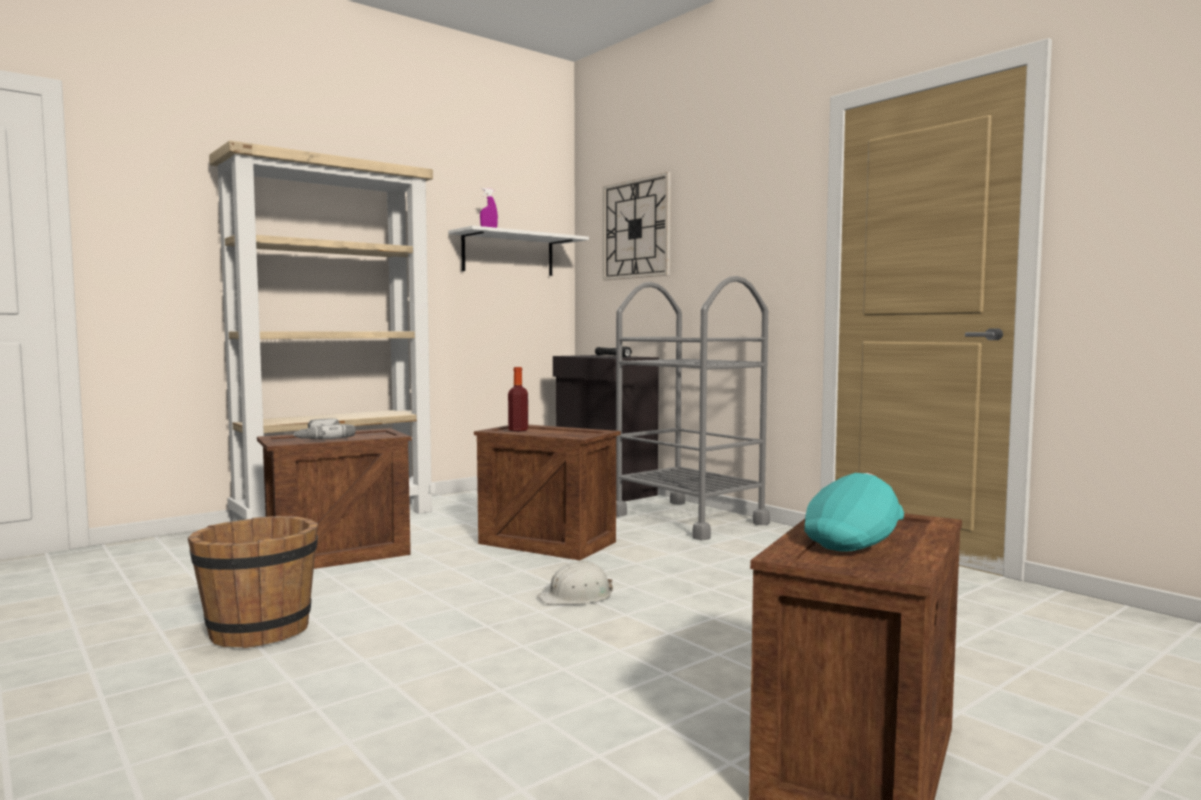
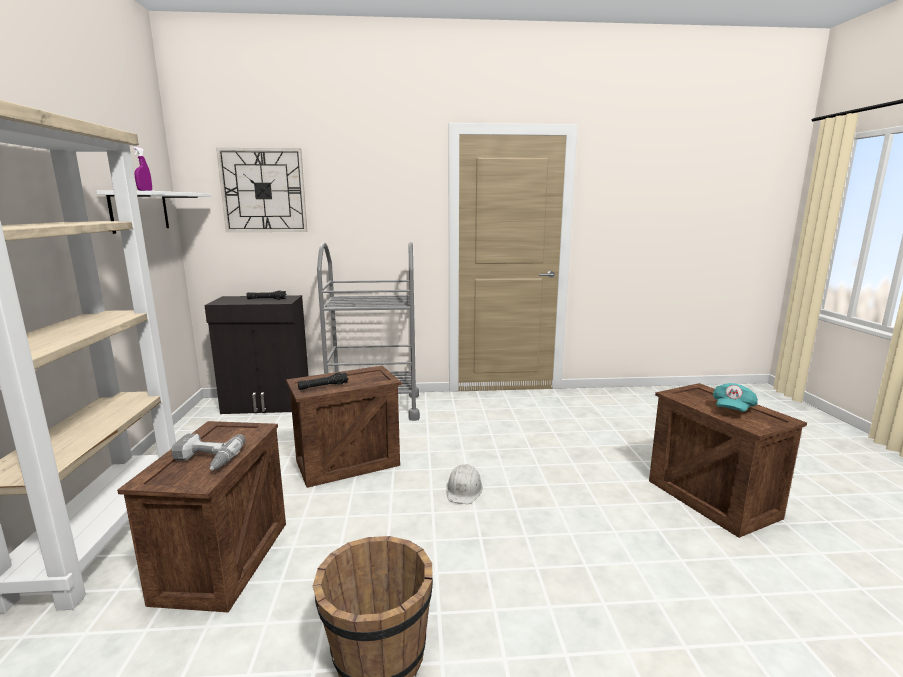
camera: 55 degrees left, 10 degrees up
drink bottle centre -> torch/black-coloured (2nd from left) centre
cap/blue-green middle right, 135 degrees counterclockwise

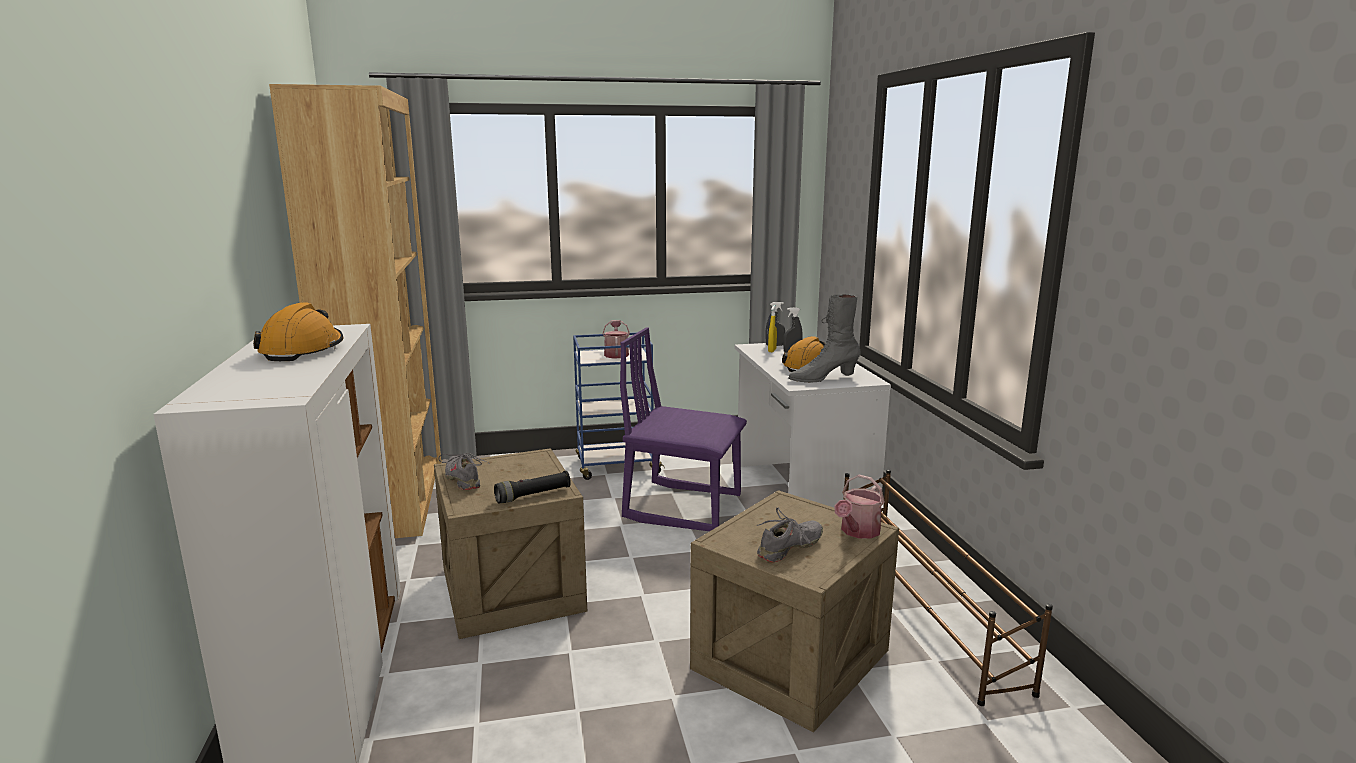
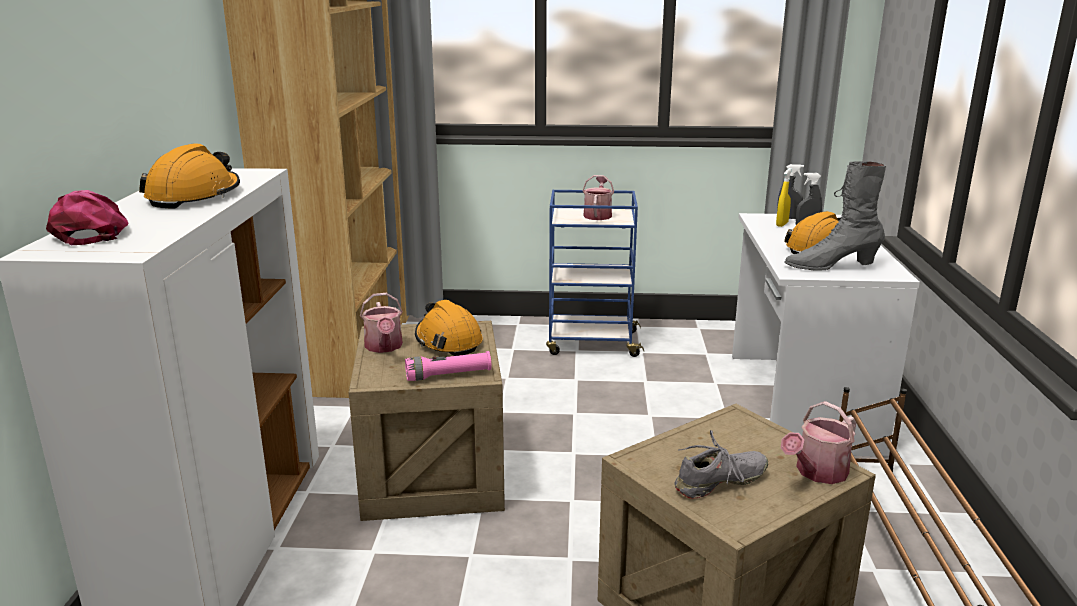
camera: 15 degrees right, 5 degrees up
item of footwear/greyish (1st from left) centre -> sprinkling can (1st from left) centre
torch/black-coloured centre -> torch/pink-coloured centre
plain chair/purple centre -> none
none -> cap/pink-coloured middle left
none -> safety helmet/orange (2nd from left) centre

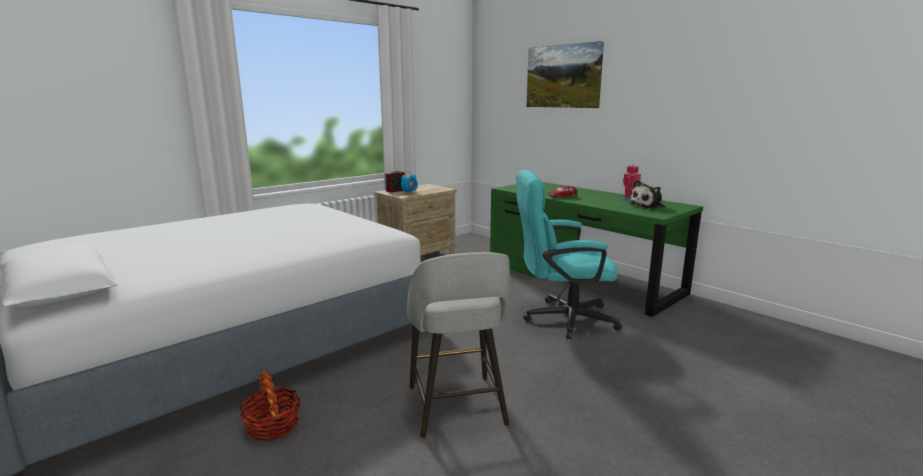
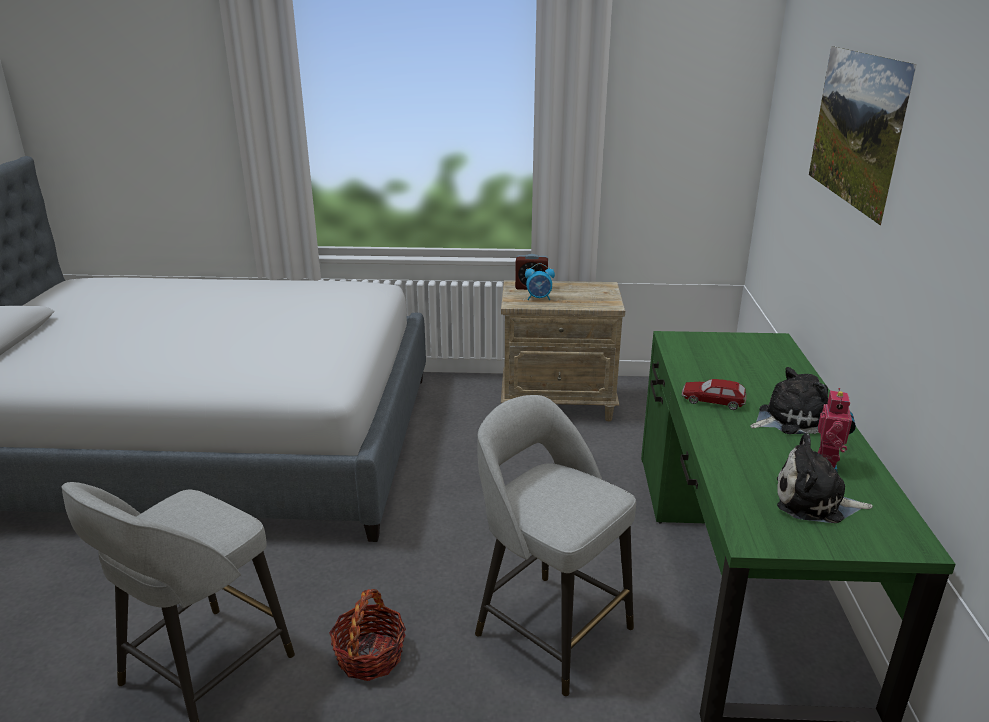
camera: 45 degrees right, 10 degrees up
basket bottom left -> basket bottom centre, move
office chair/blue-green centre -> stool/greyish (2nd from left) bottom centre
none -> soft toy (1st from left) middle right

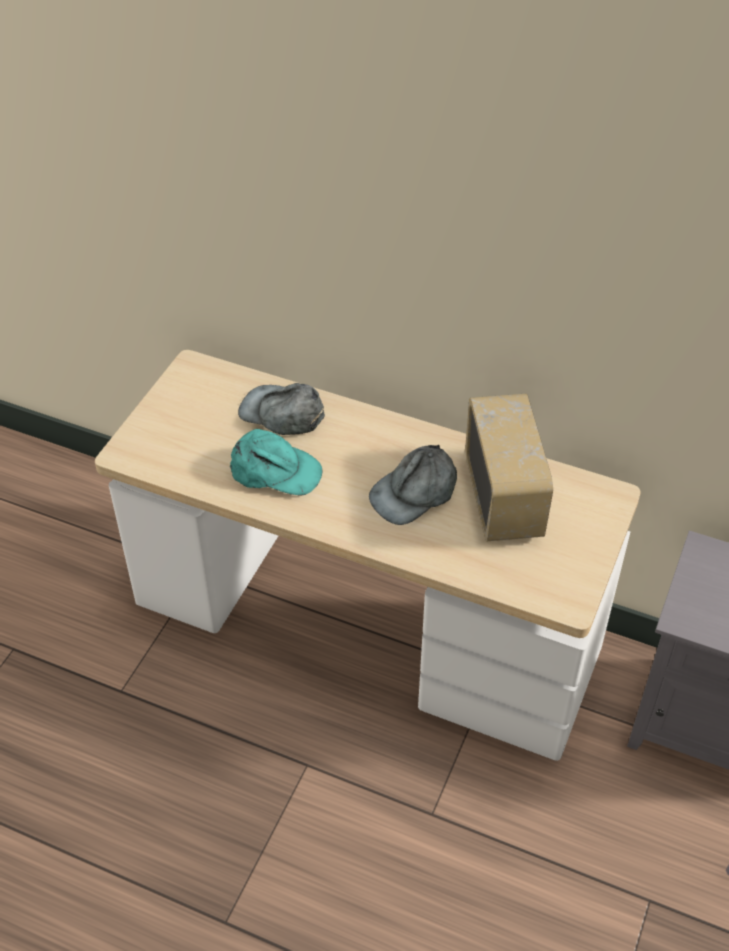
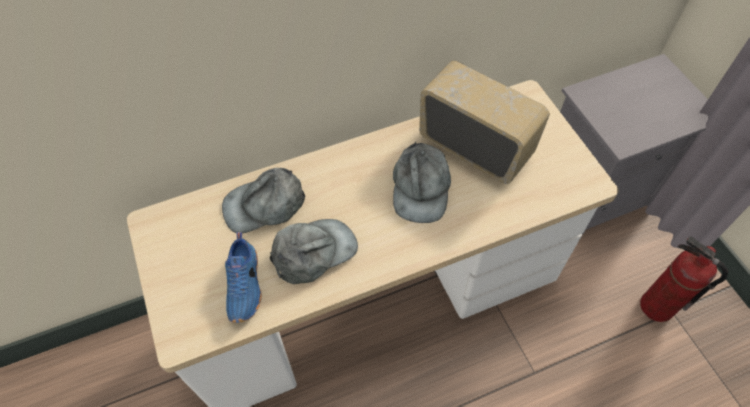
camera: 45 degrees left, 10 degrees up
cap/blue-green centre -> cap/greyish (2nd from left) centre
none -> item of footwear/bluish bottom left
none -> fire-fighting cylinder bottom right

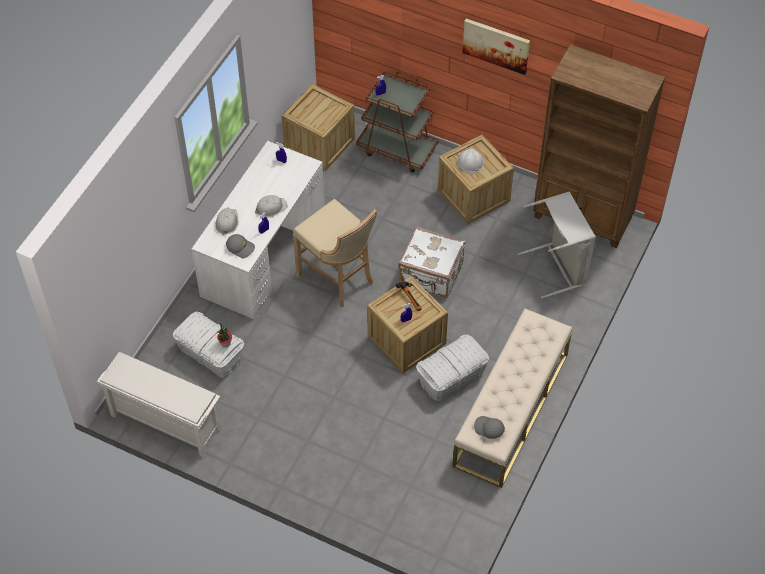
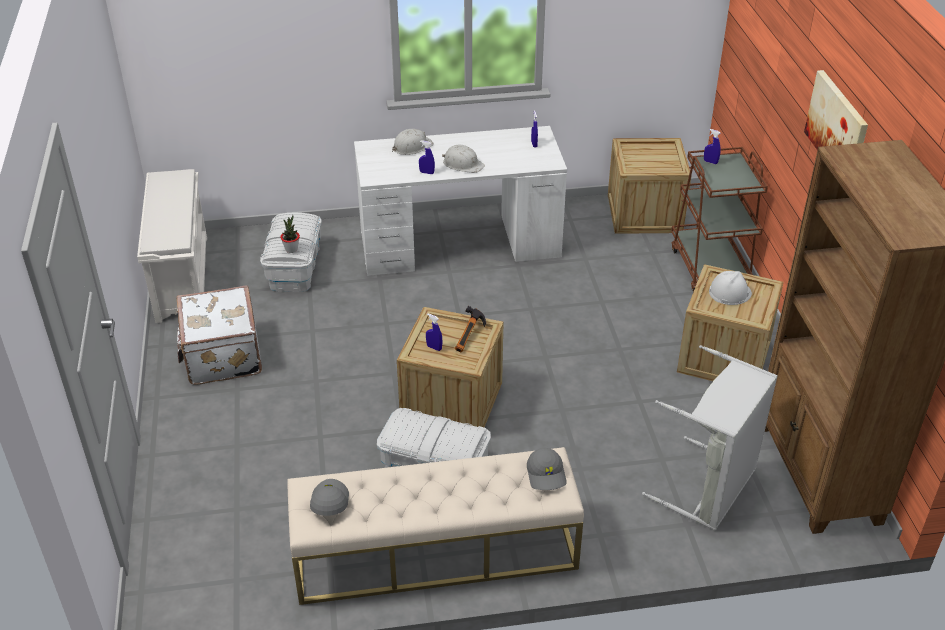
camera: 55 degrees right, 15 degrees down
cap/greyish (1st from left in the first image) middle left -> cap/greyish (2nd from left) bottom centre, move
stool/beige-coloured centre -> none
travel case/white-coloured centre -> travel case/white-coloured middle left, move

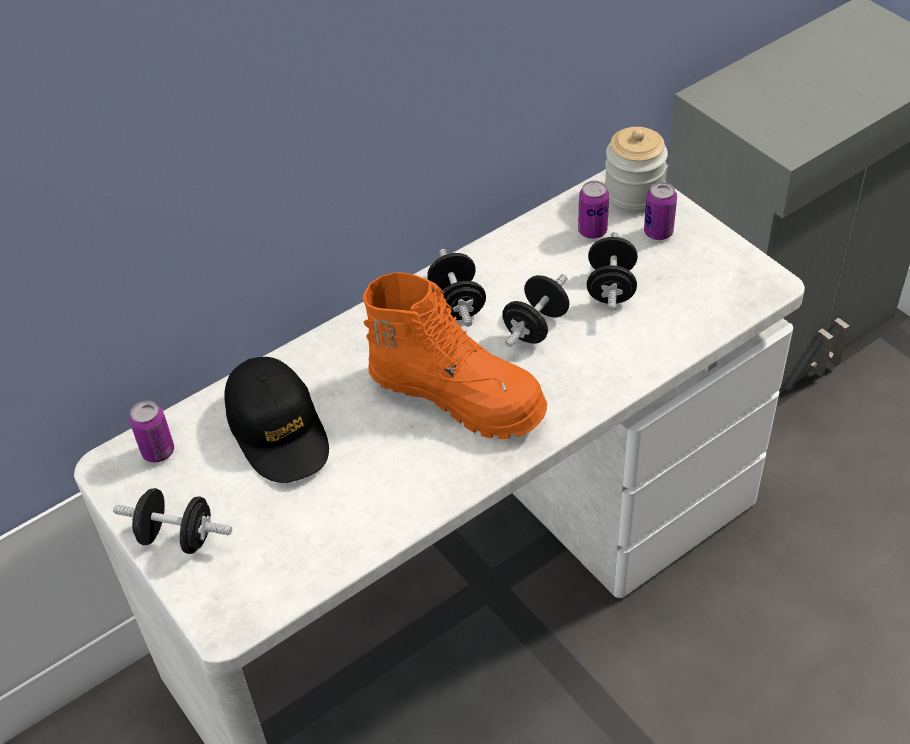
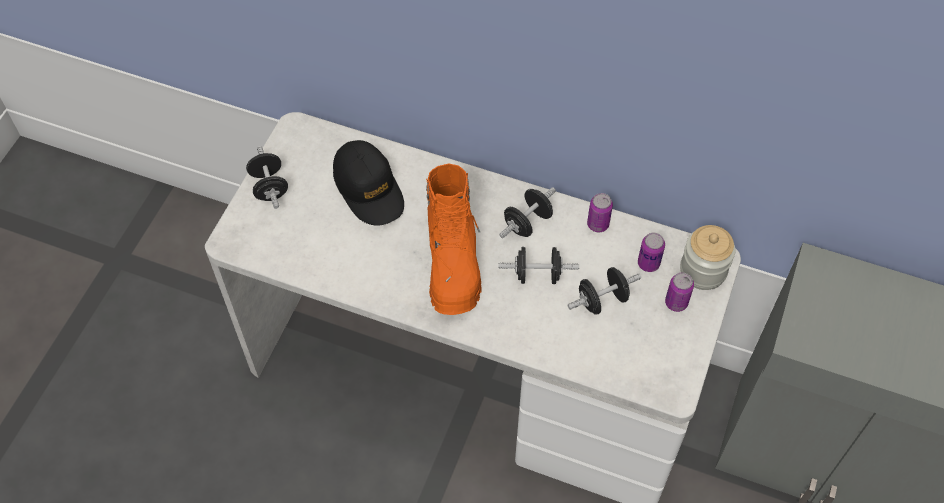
camera: 55 degrees right, 10 degrees up
can (1st from left) middle left -> can (1st from left) centre, move
cap/black-coloured middle left -> cap/black-coloured centre, 60 degrees counterclockwise

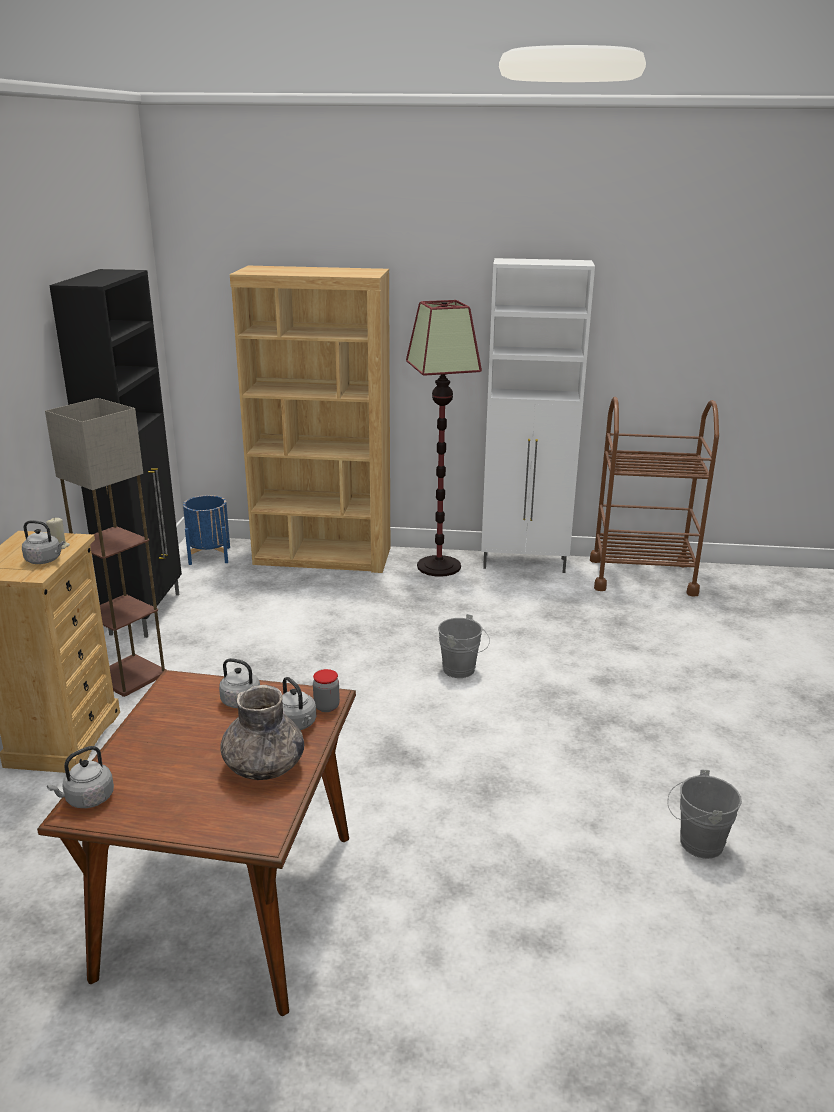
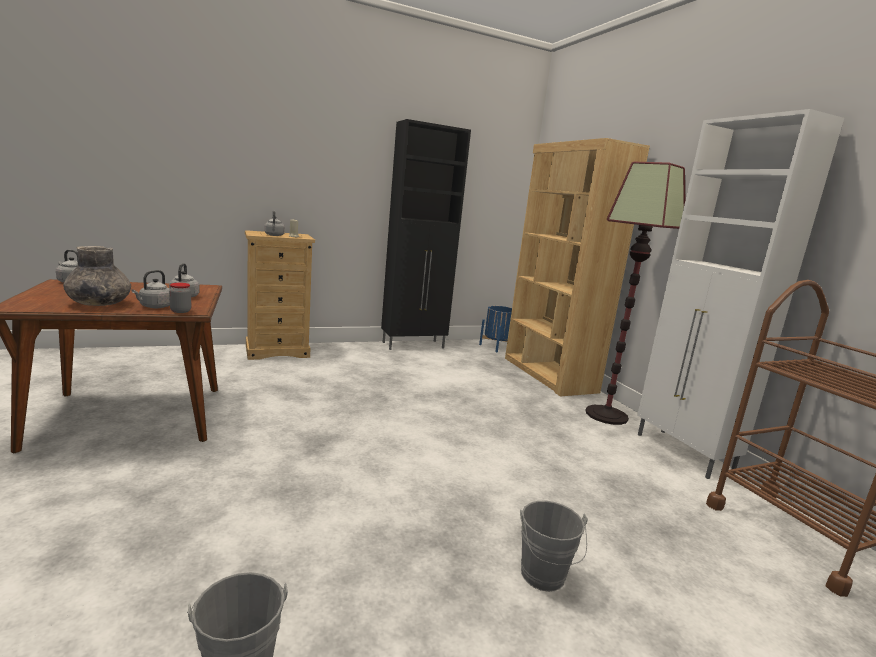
camera: 60 degrees right, 10 degrees down
standing lamp (1st from left) middle left -> none
water bucket/greyish (1st from left in the first image) centre -> water bucket/greyish (2nd from left) bottom centre, move

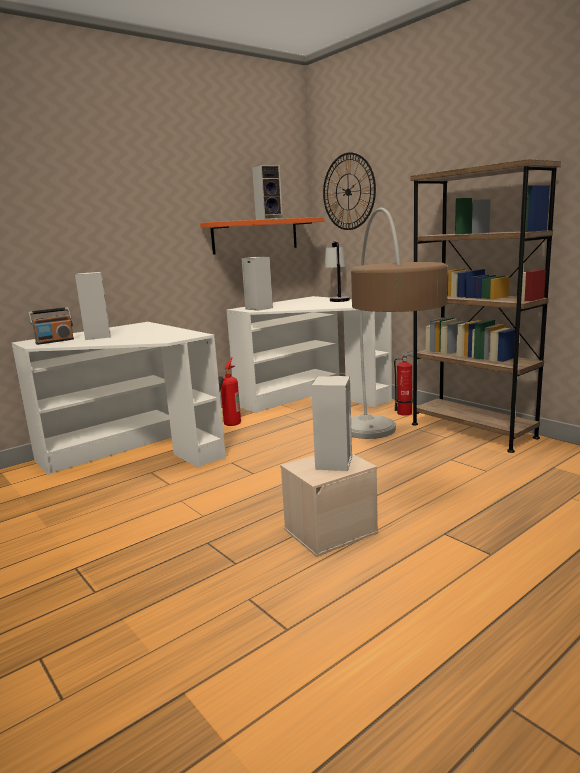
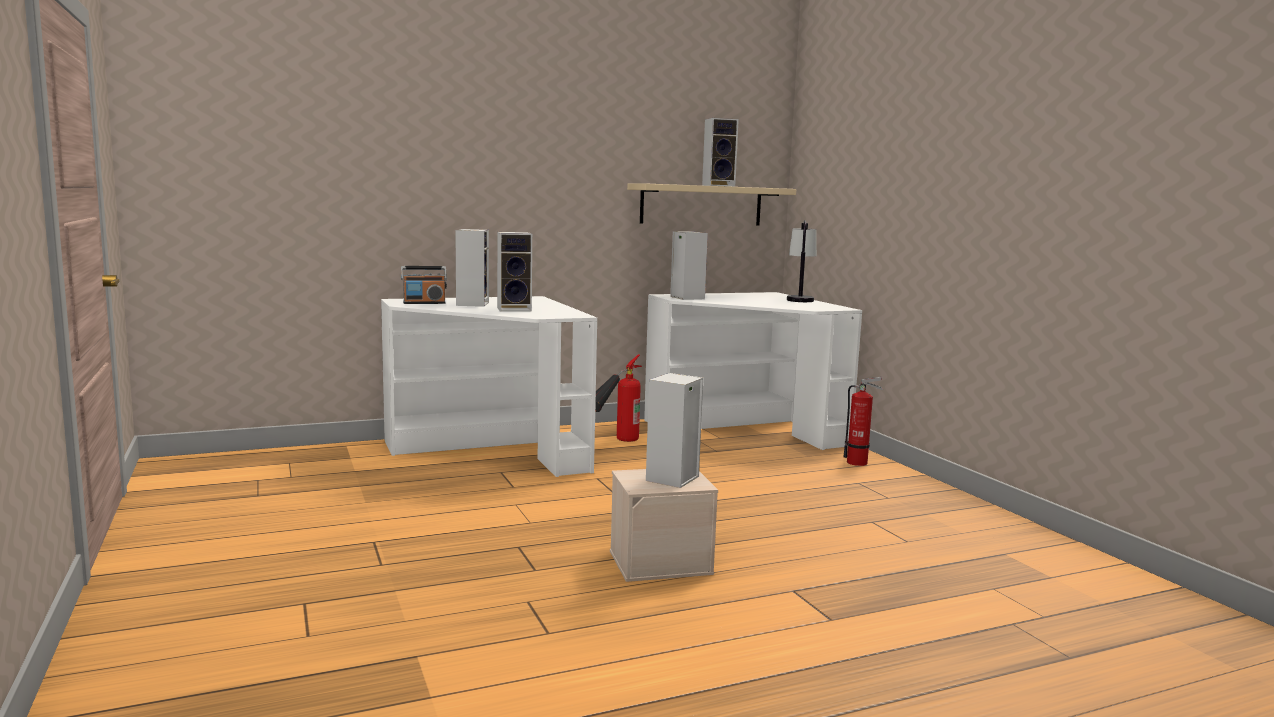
camera: 15 degrees right, 5 degrees down
wall shelf/orange top centre -> wall shelf/beige-coloured top centre
clock on the wall top centre -> none
standing lamp middle right -> none
bookcase/brown middle right -> none
none -> speaker (2nd from left) centre

